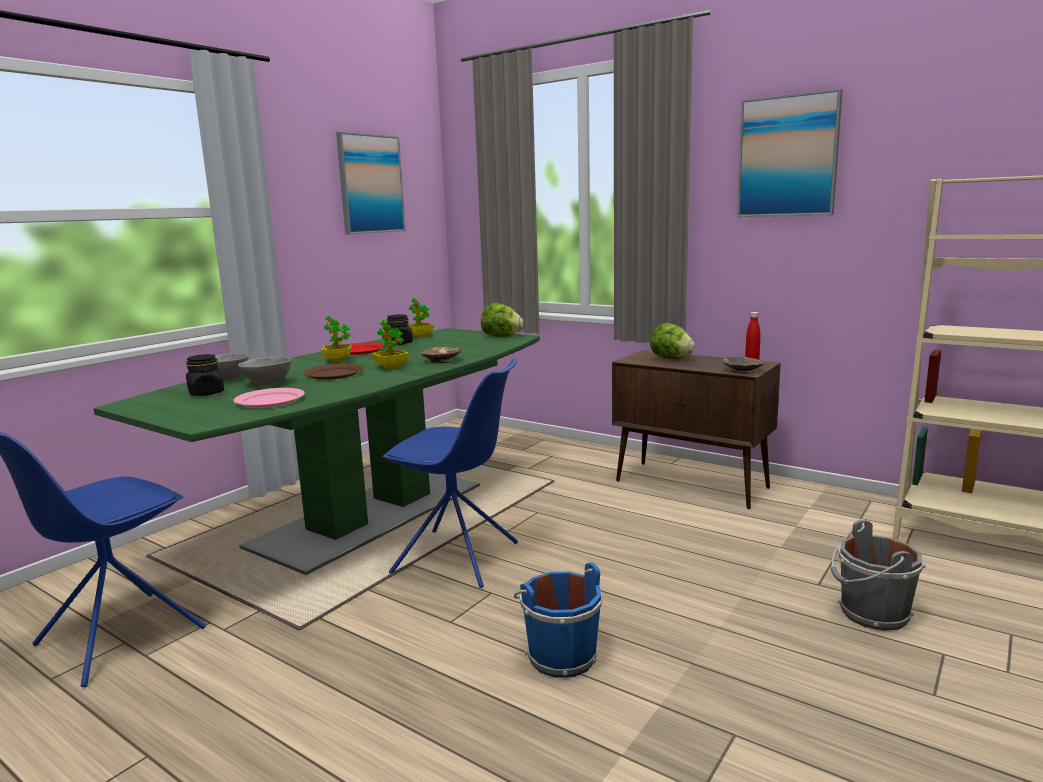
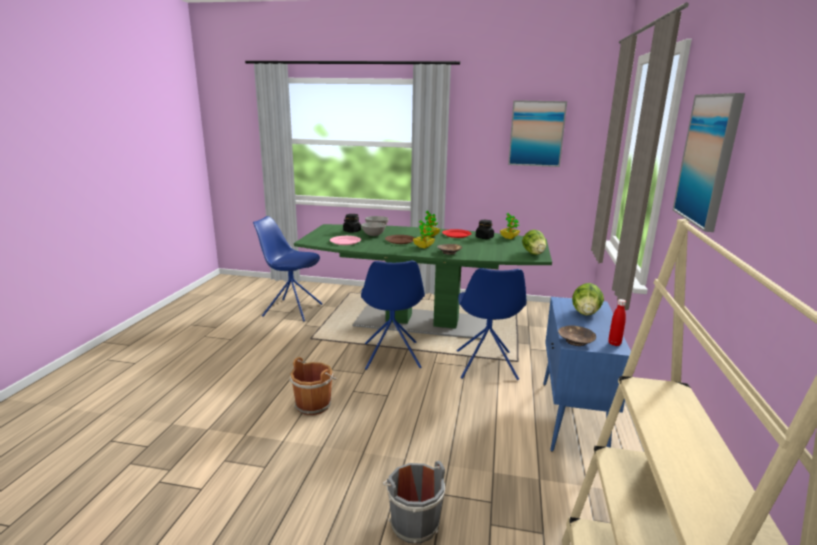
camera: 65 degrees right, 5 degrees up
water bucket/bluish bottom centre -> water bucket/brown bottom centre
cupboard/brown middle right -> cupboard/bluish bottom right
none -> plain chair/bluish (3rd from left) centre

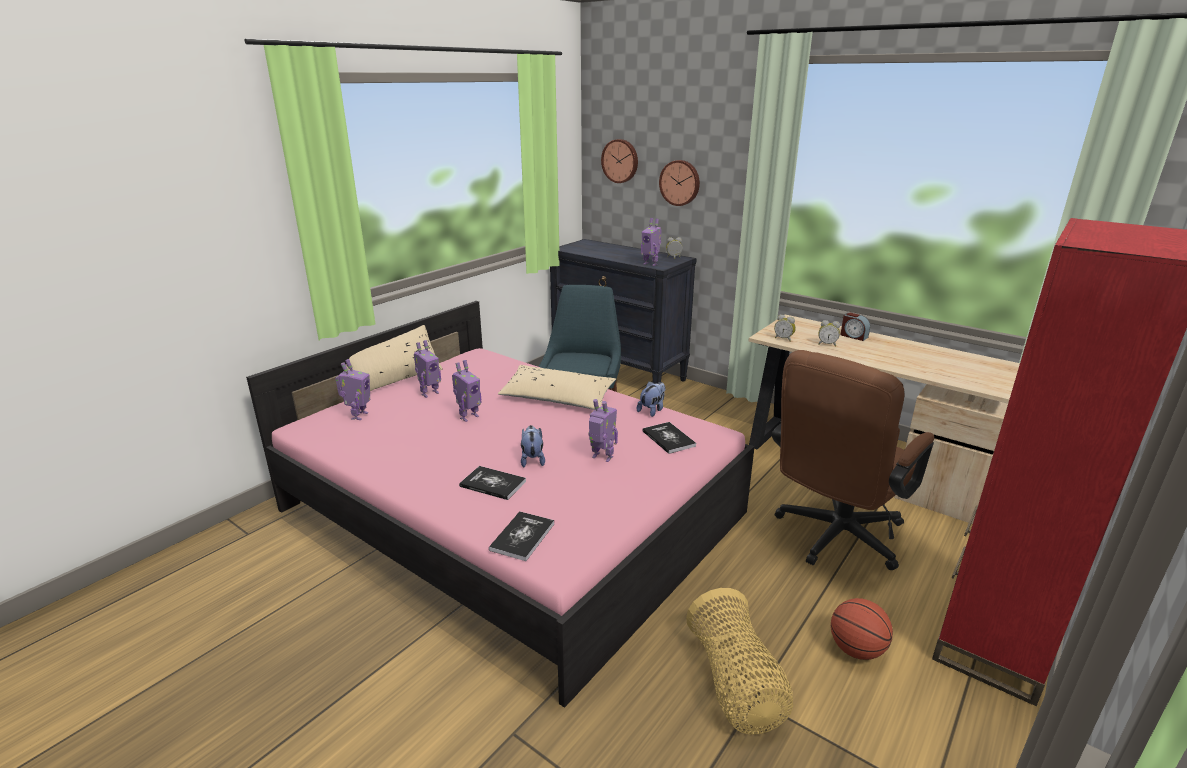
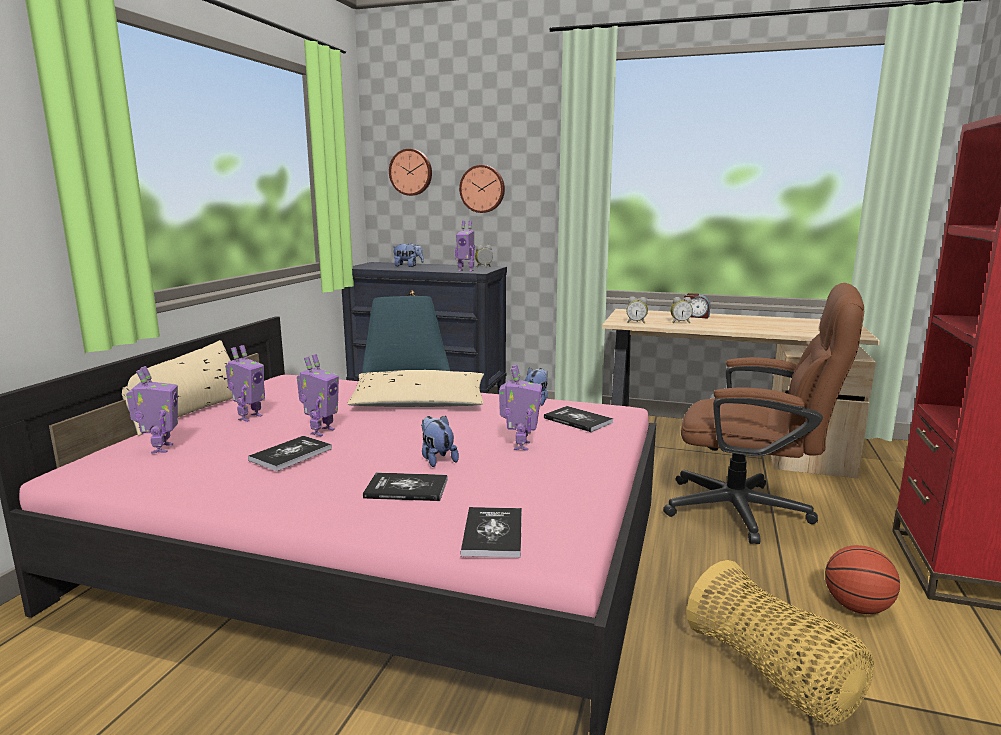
camera: 20 degrees left, 10 degrees down
toy robot (4th from left in the first image) centre -> toy robot (5th from left) centre, 90 degrees clockwise
office chair/brown middle right, 90 degrees counterclockwise
none -> book (1st from left) middle left
none -> soft toy (1st from left) centre

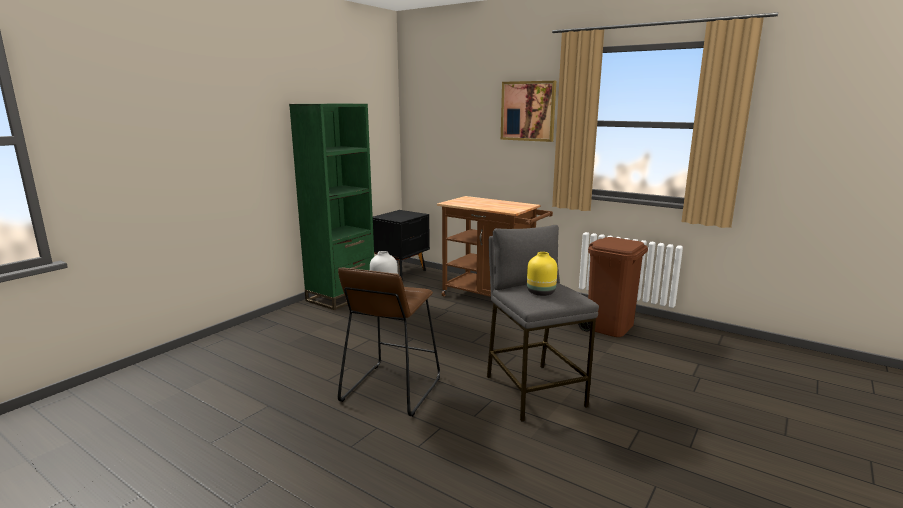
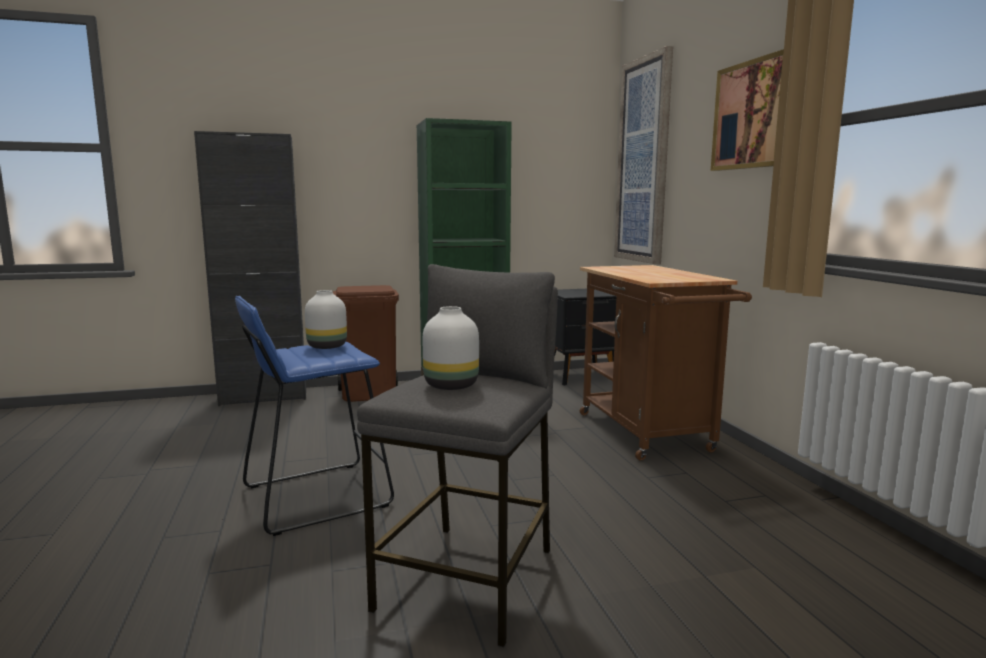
camera: 40 degrees right, 5 degrees down
stool/brown bottom centre -> stool/bluish middle left
flower vase/yellow centre -> flower vase/white-coloured (2nd from left) centre
trash can/brown middle right -> trash can/brown centre, move
none -> cupboard/black-coloured middle left
none -> wall picture (1st from left) top centre

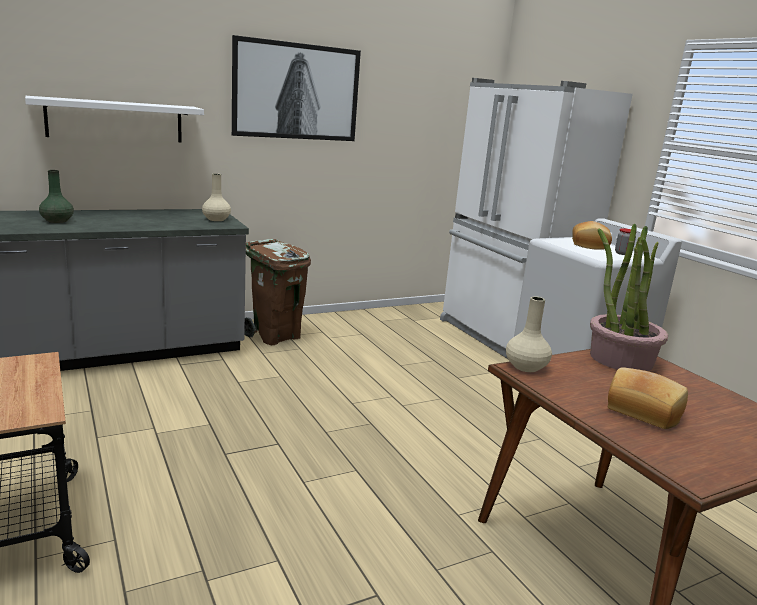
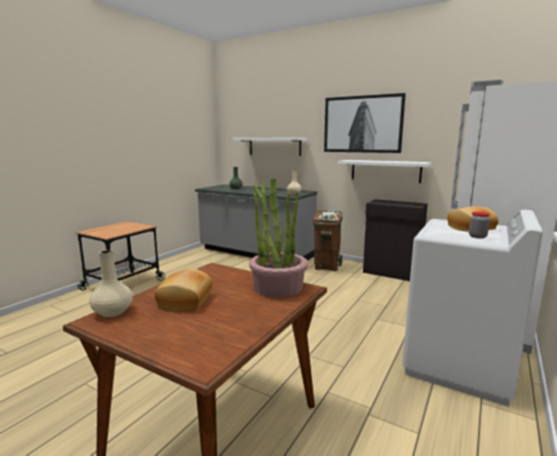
camera: 60 degrees right, 5 degrees down
flower vase/beige-coloured (2nd from left in the first image) middle right -> flower vase/beige-coloured (1st from left) middle left, move
none -> wall shelf/white-coloured (2nd from left) middle right
none -> cupboard/black-coloured middle right

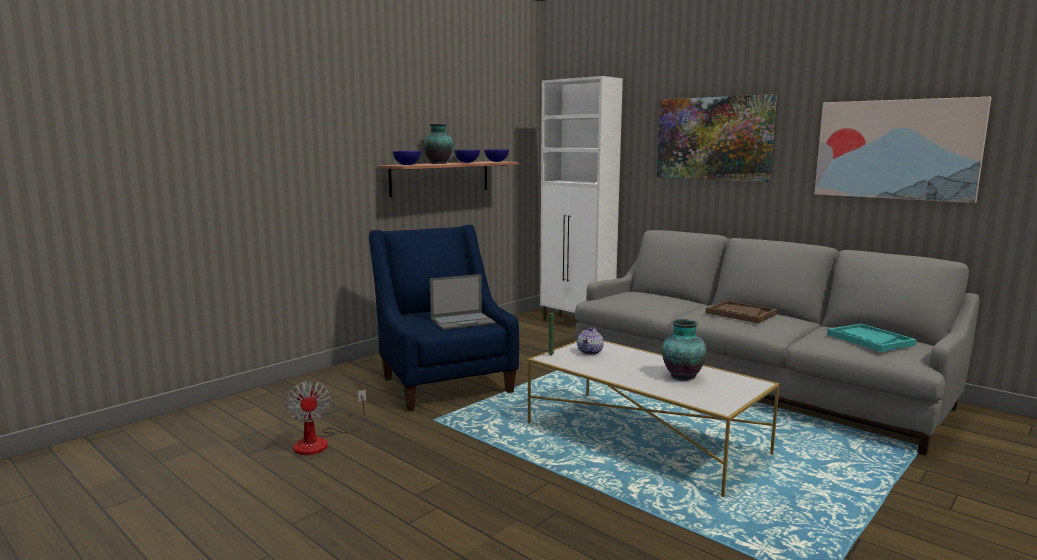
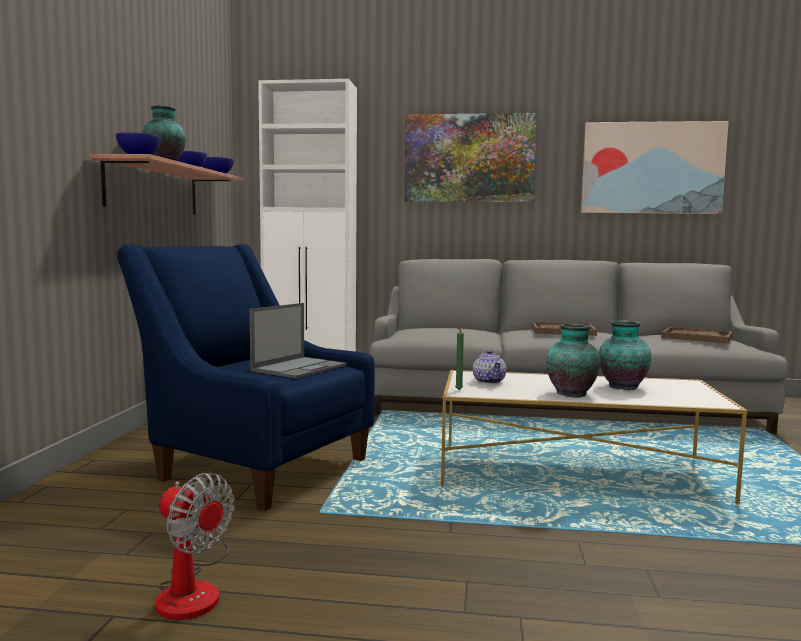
camera: 35 degrees left, 5 degrees down
tray/blue-green middle right -> tray/brown (2nd from left) middle right
none -> flower vase (2nd from left) middle right

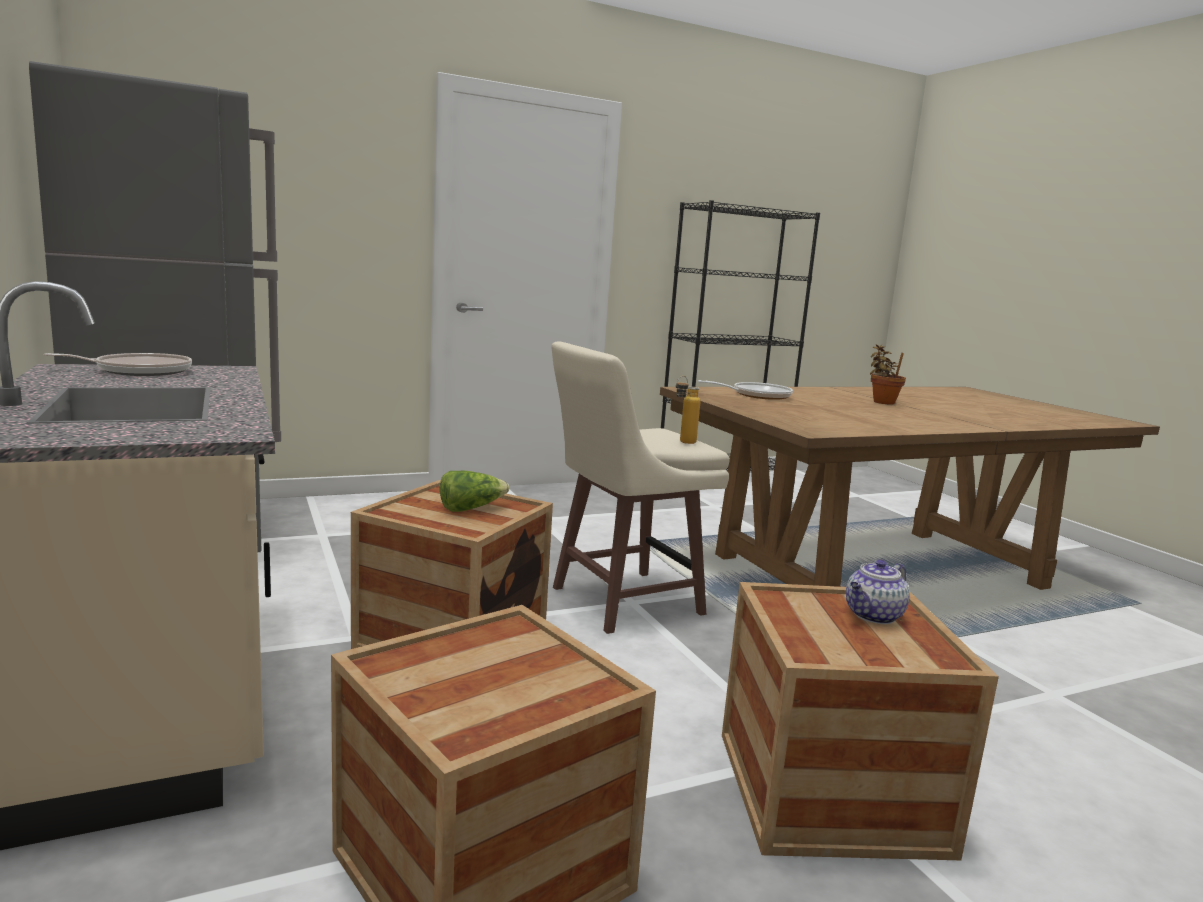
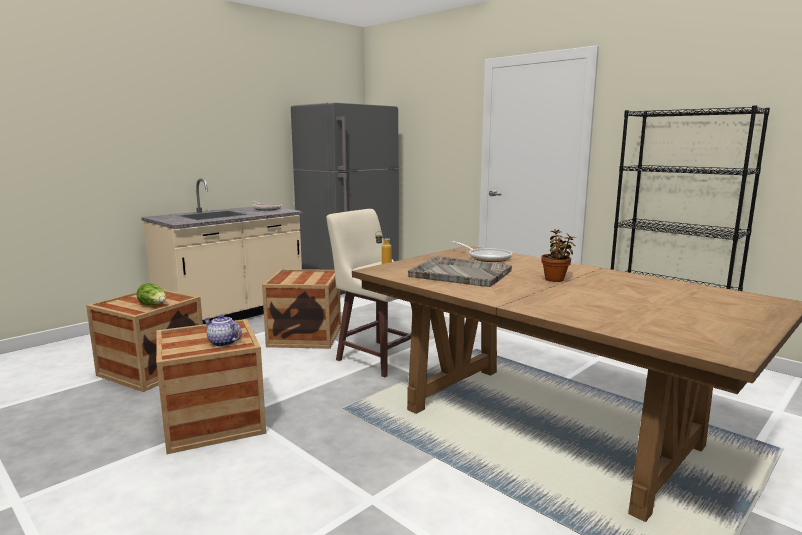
camera: 70 degrees right, 0 degrees up
lettuce centre -> lettuce middle left, move
none -> tray/greyish centre

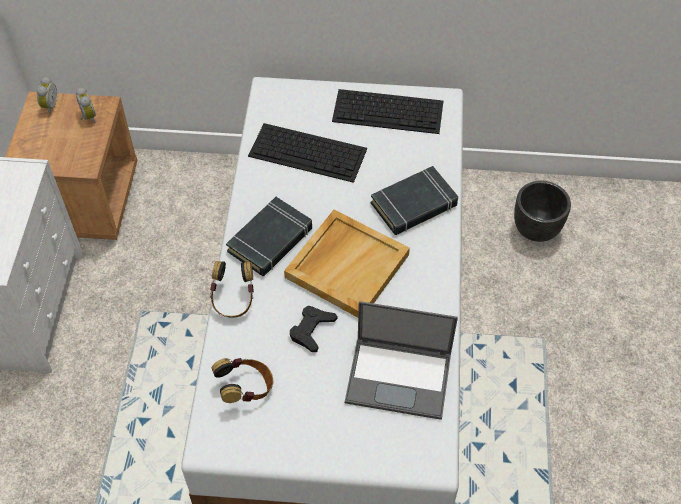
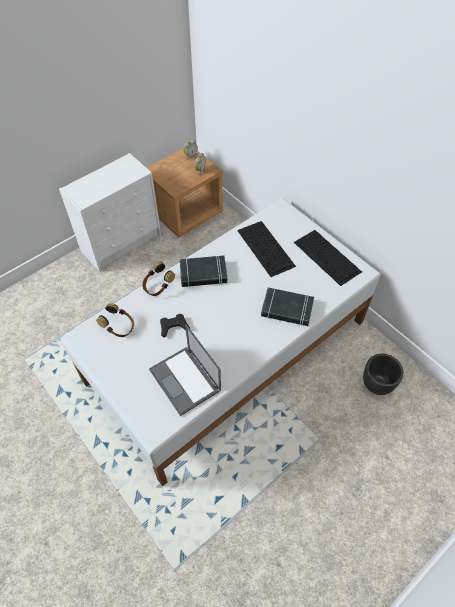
camera: 45 degrees right, 0 degrees up
tray/beige-coloured centre -> none

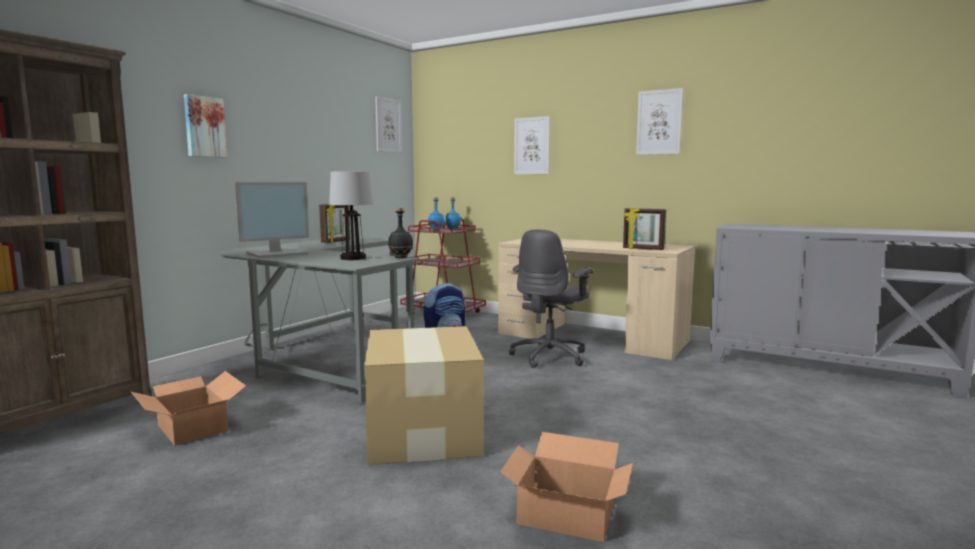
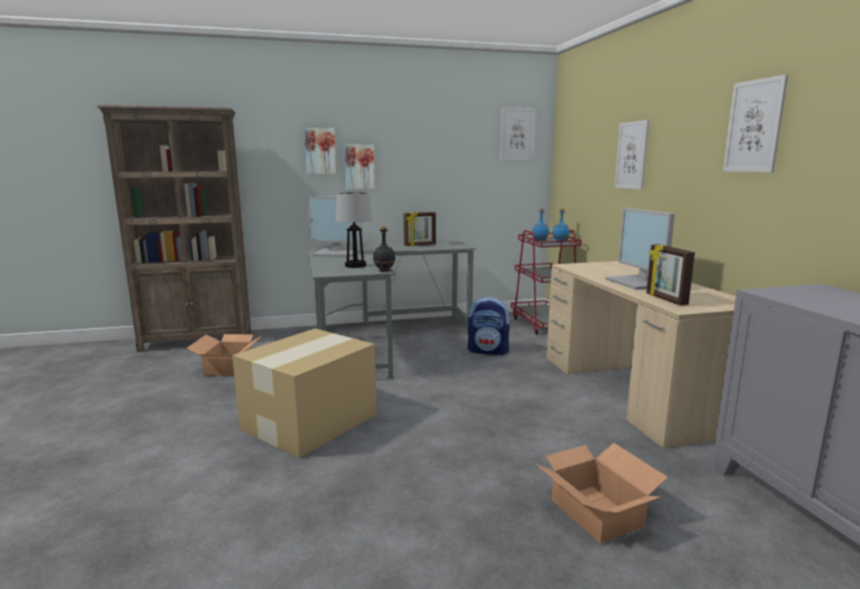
camera: 45 degrees right, 5 degrees up
packing box (3rd from left) bottom centre -> packing box (3rd from left) bottom right, move
office chair/greyish centre -> none
none -> wall picture (2nd from left) top centre
none -> computer screen (2nd from left) middle right

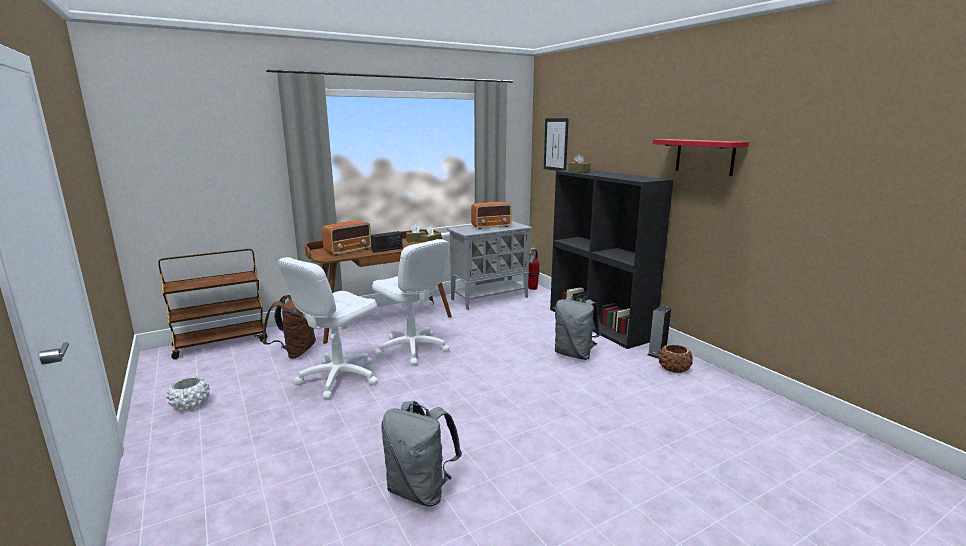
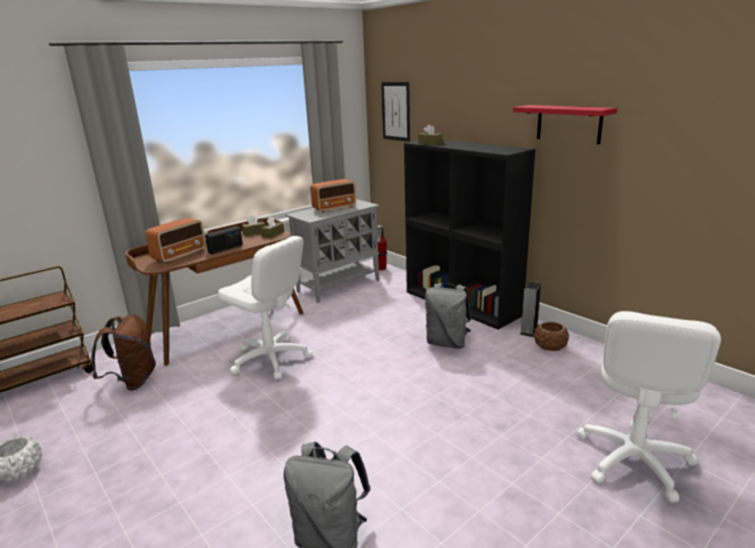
camera: 10 degrees left, 5 degrees up
office chair/white-coloured (1st from left in the first image) centre -> office chair/white-coloured (2nd from left) bottom right, move

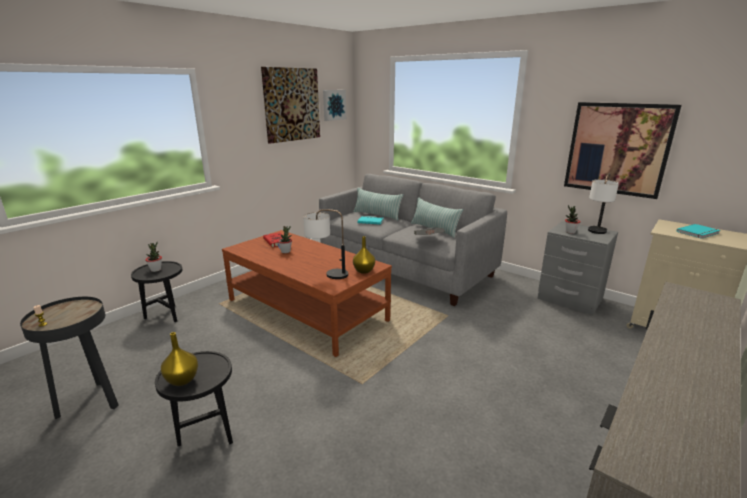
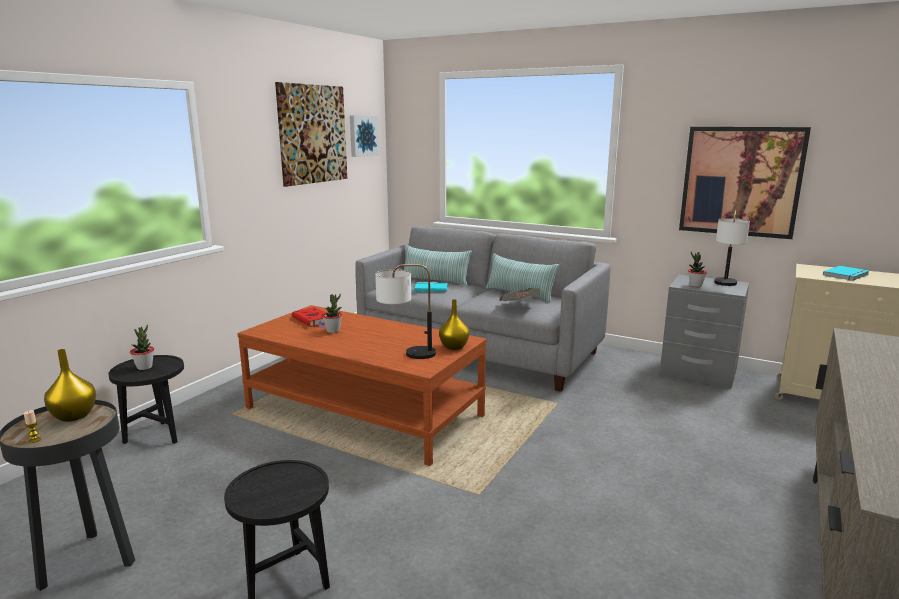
camera: 10 degrees left, 5 degrees down
flower vase/yellow (1st from left) bottom left -> flower vase/yellow (1st from left) middle left, move

